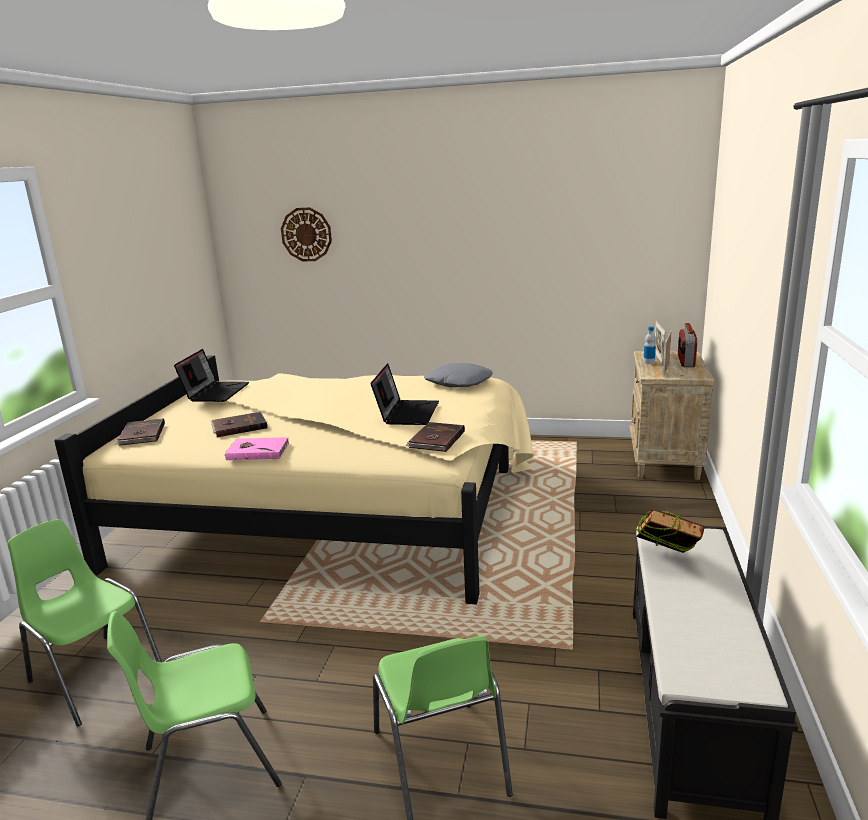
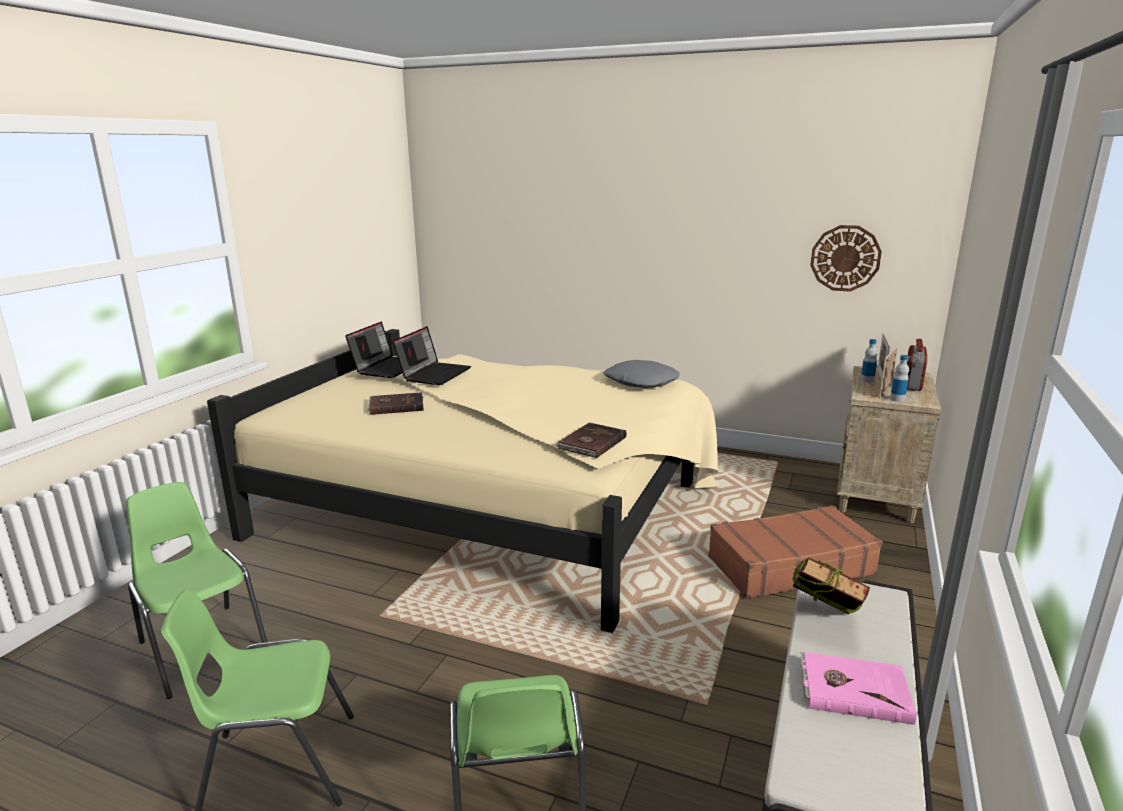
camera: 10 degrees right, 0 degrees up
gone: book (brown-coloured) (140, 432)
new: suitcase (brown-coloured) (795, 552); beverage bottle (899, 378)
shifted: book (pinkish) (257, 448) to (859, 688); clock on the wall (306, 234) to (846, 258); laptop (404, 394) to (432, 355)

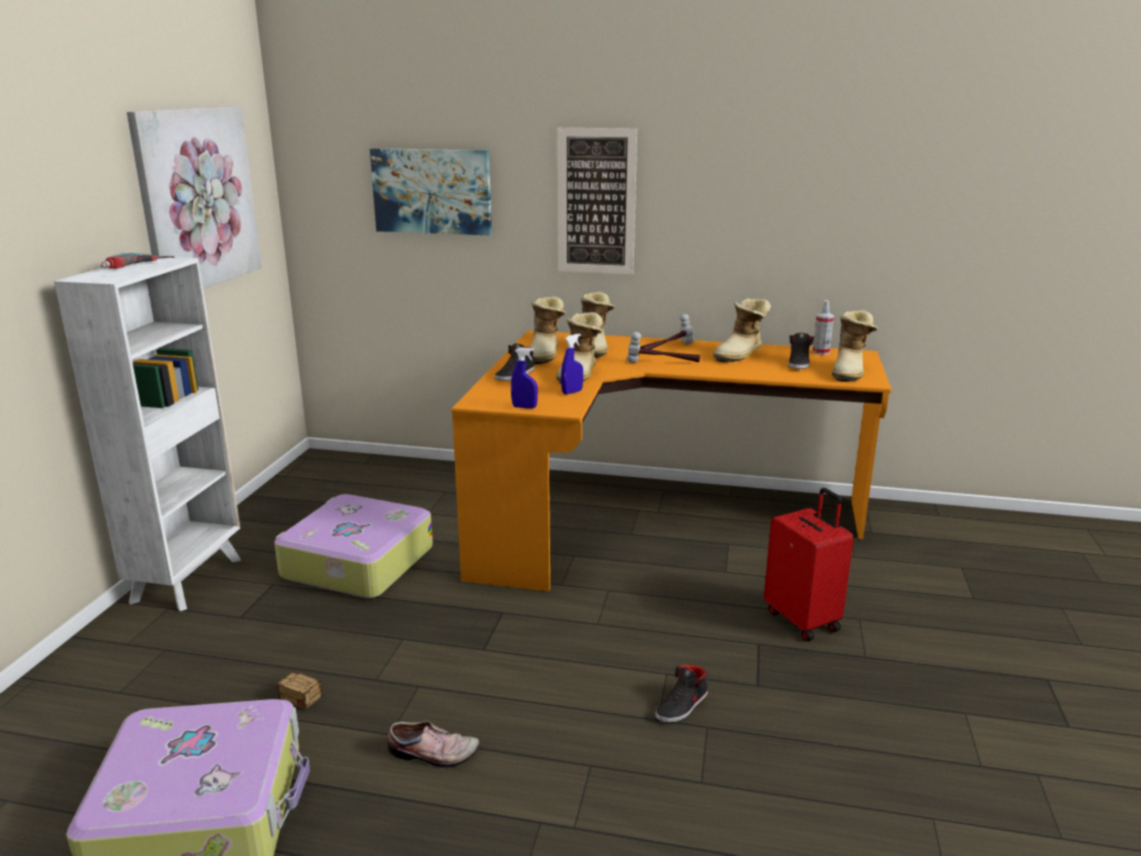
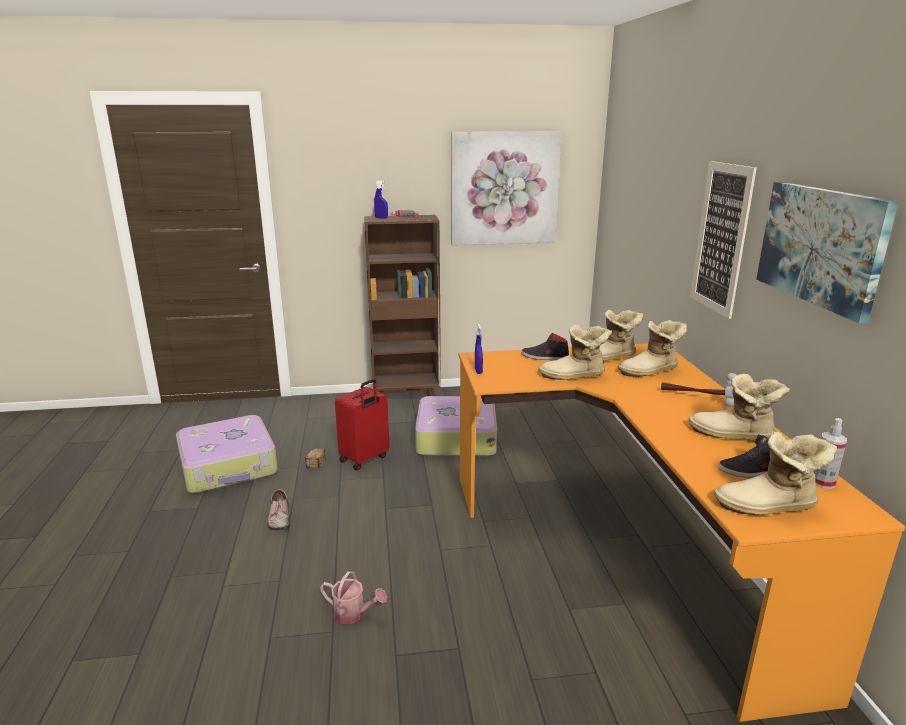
camera: 70 degrees right, 0 degrees up
gone: hand hammer (663, 347)
shifted: wall art (431, 191) to (827, 252); spray bottle (bluish) (572, 364) to (381, 200); suitcase (reddish) (809, 564) to (362, 424)
swapped: item of footwear (black) (681, 694) to sprinkling can (353, 597)
repainted: bookshelf (white-coloured) (147, 433) to bookshelf (brown-coloured) (402, 305)

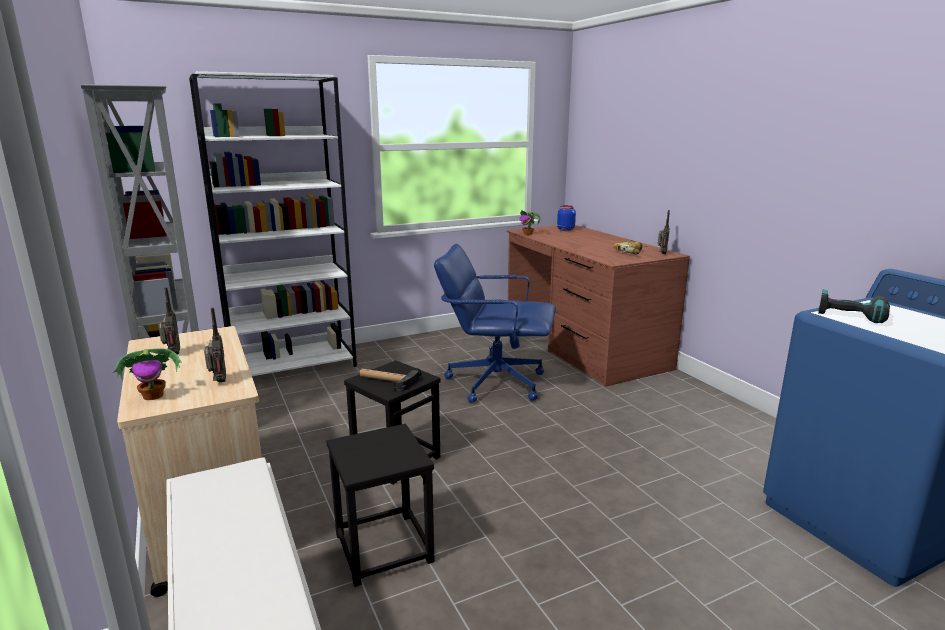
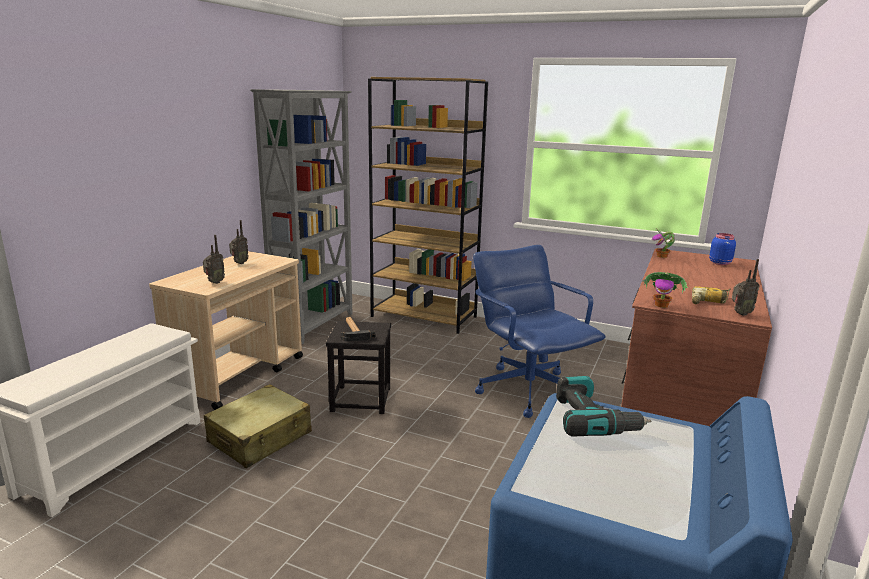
camera: 50 degrees right, 0 degrees up
shifted: potted plant (147, 374) to (665, 290)
swapped: stool seat (black) (380, 505) to suitcase (beige) (258, 426)
repainted: bookshelf (white-coloured) (273, 223) to bookshelf (brown-coloured) (428, 205)

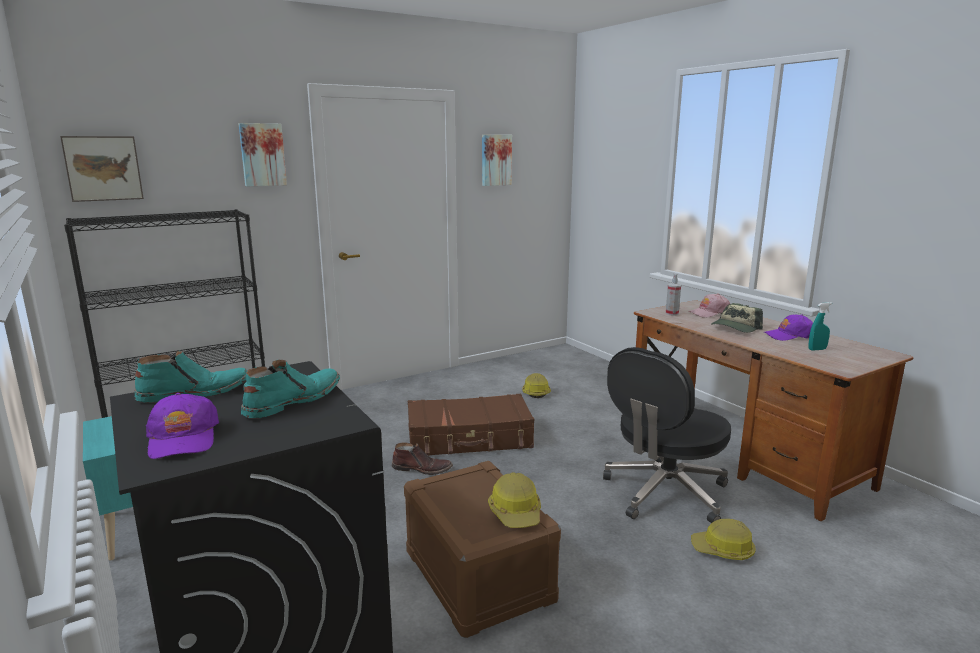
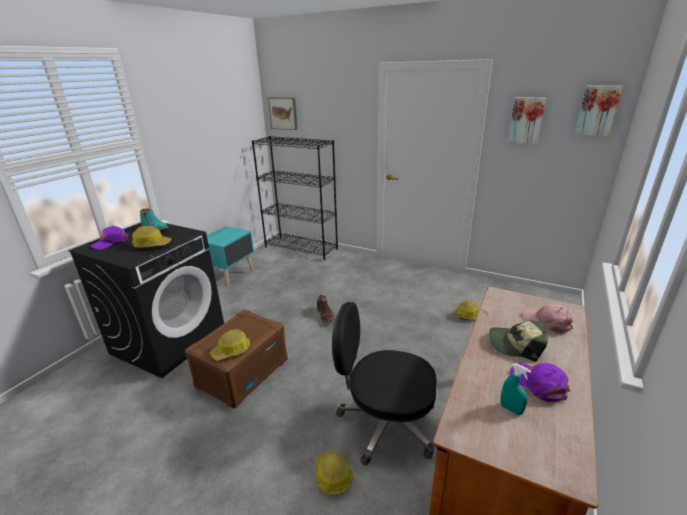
camera: 60 degrees right, 10 degrees up
gone: suitcase (brown-coloured) (471, 425); spray bottle (673, 294)
shifted: wall art (262, 154) to (599, 111)
swapped: tall boot (turquoise) (290, 389) to work helmet (152, 237)

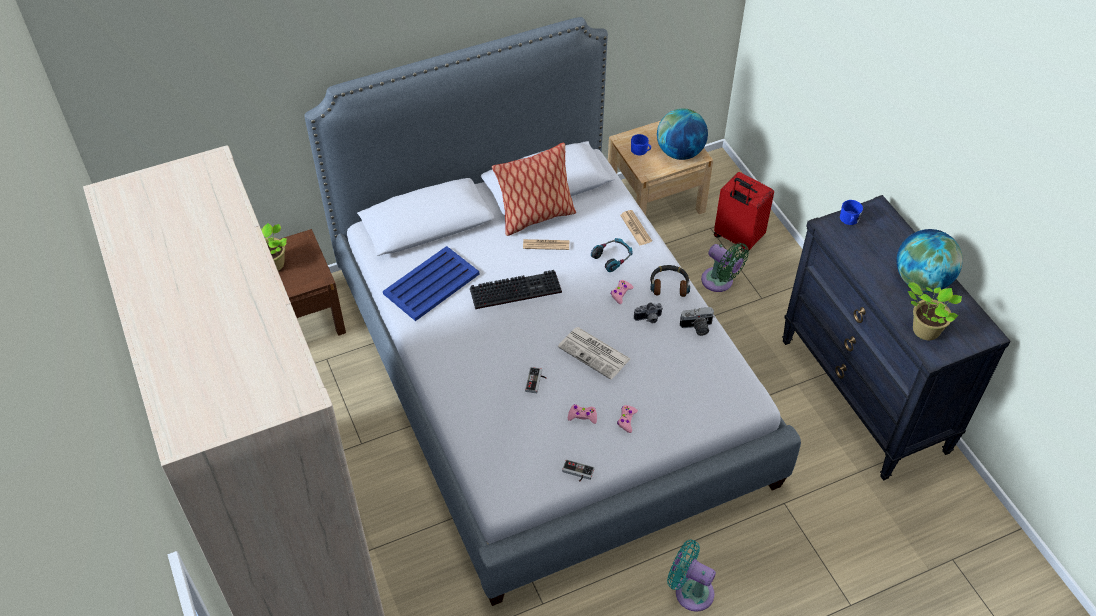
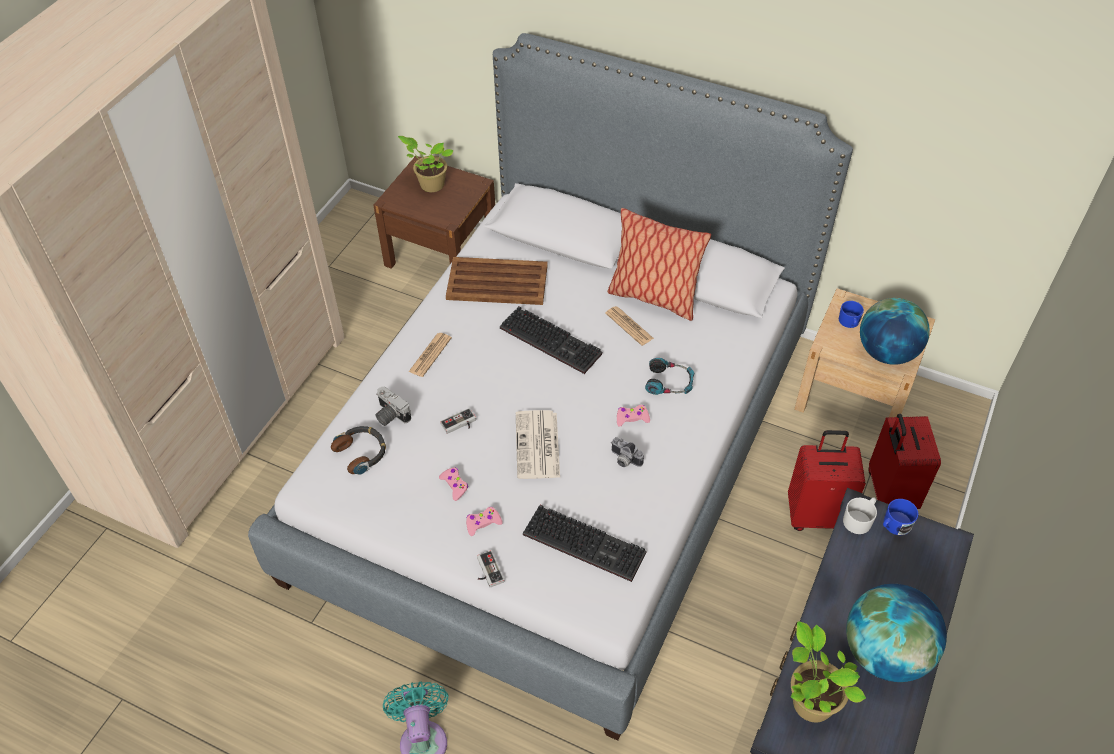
camera: 50 degrees right, 0 degrees up
new: PC keyboard (585, 543); tea mug (white-coloured) (860, 515)
shifted: gamepad (578, 470) to (490, 568); newspaper (636, 228) to (430, 355); pair of headphones (670, 281) to (358, 450); photo camera (697, 321) to (393, 406)
swapped: cooling fan (greenish) (725, 267) to suitcase (reddish) (827, 480)
repainted: carrying tray (bluish) (431, 283) to carrying tray (brown-coloured) (497, 281)

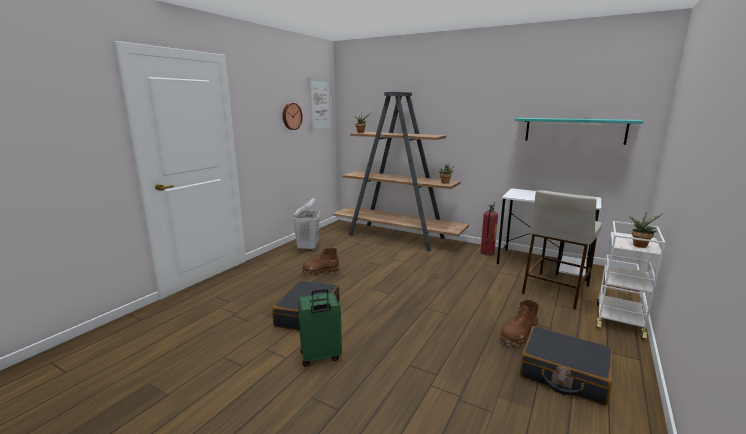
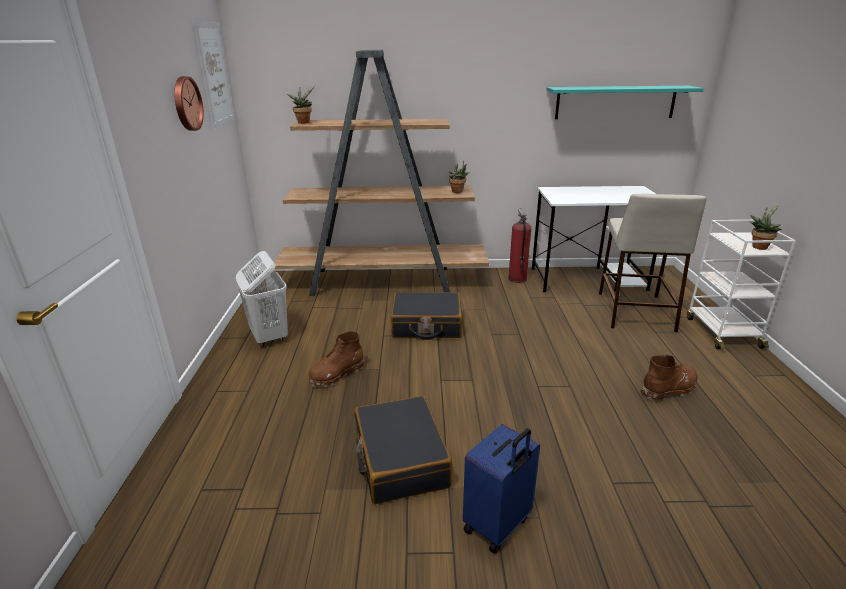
camera: 30 degrees left, 10 degrees up
shifted: suitcase (black) (566, 366) to (426, 316)
repainted: suitcase (greenish) (320, 328) to suitcase (bluish) (501, 489)
rotated: tall boot (brown-coloured) (520, 323) = (668, 377) 135 degrees counterclockwise

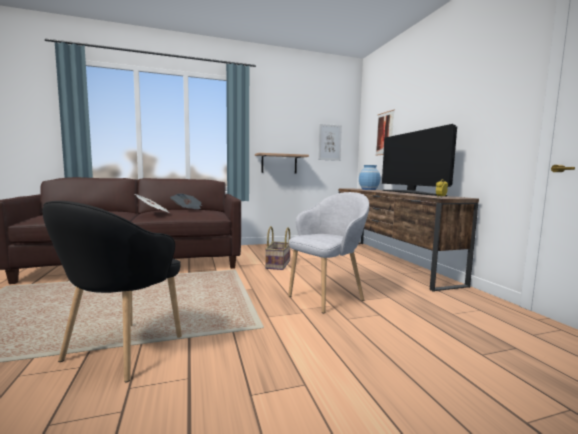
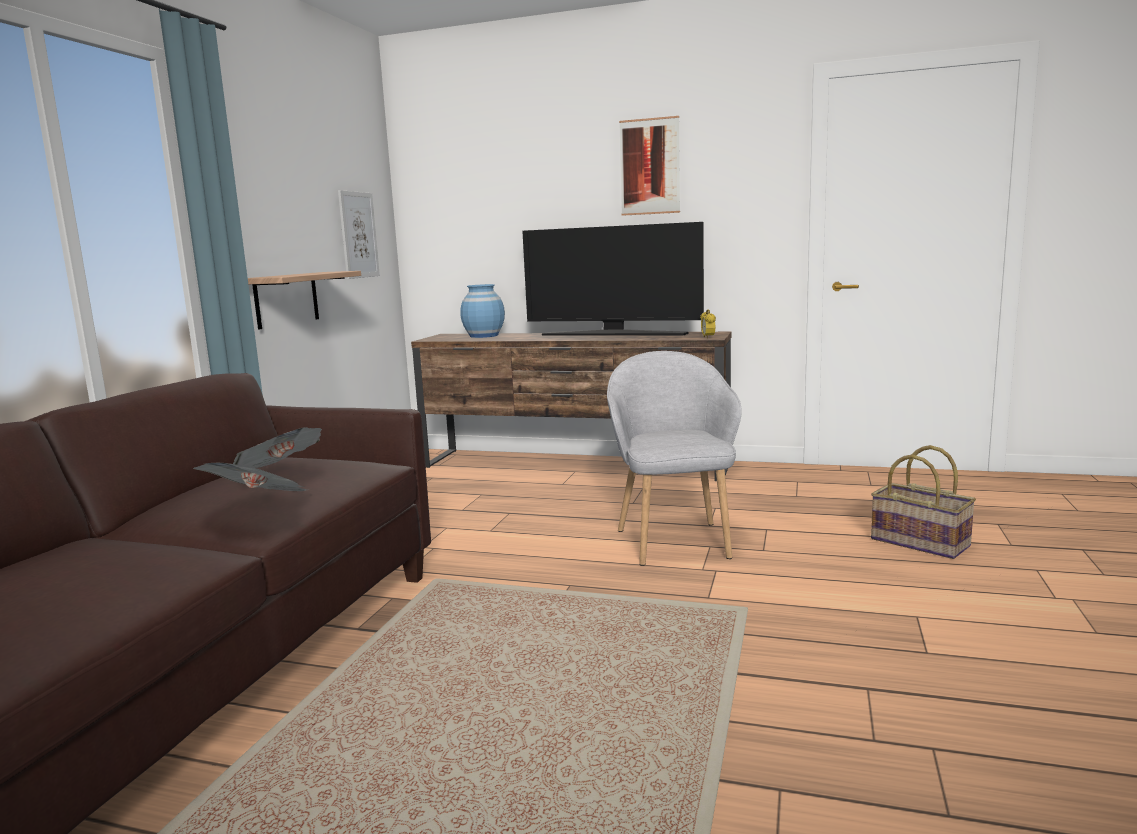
camera: 55 degrees left, 5 degrees up
gone: lounge chair (black) (112, 291)
shifted: storage basket (277, 248) to (923, 502); wall art (385, 133) to (649, 166)

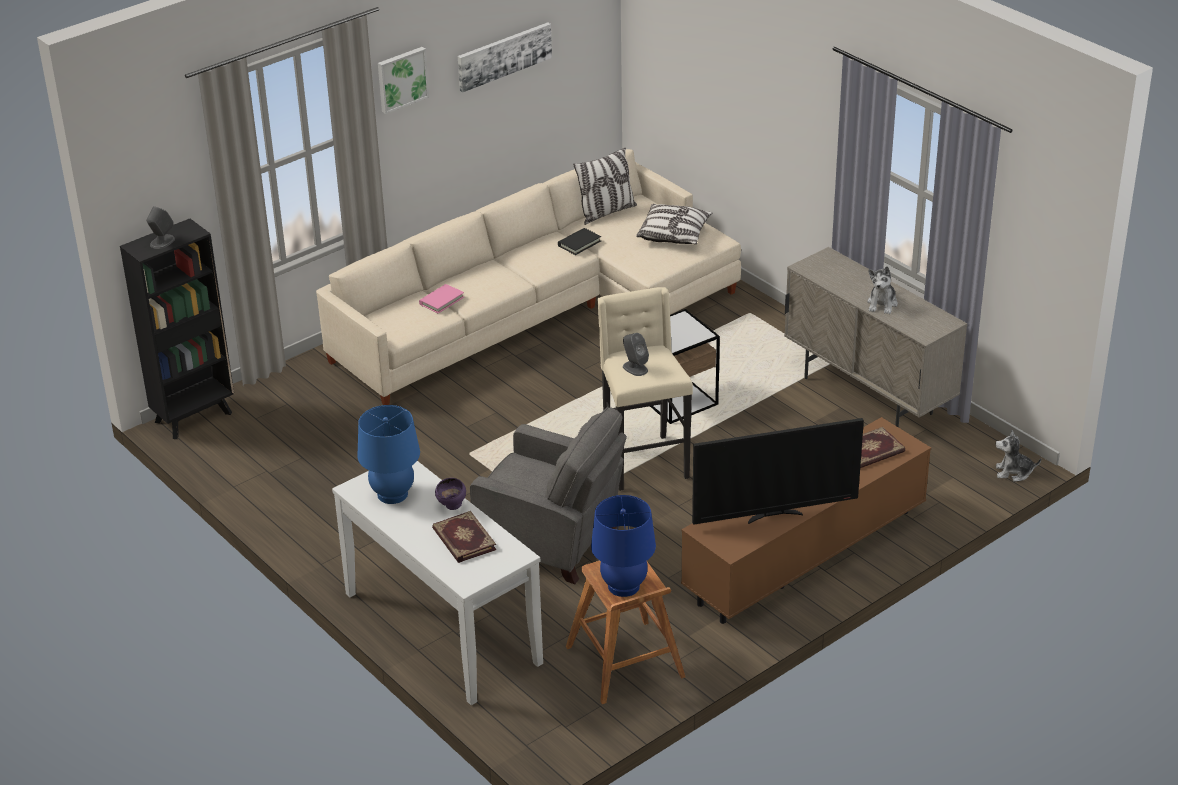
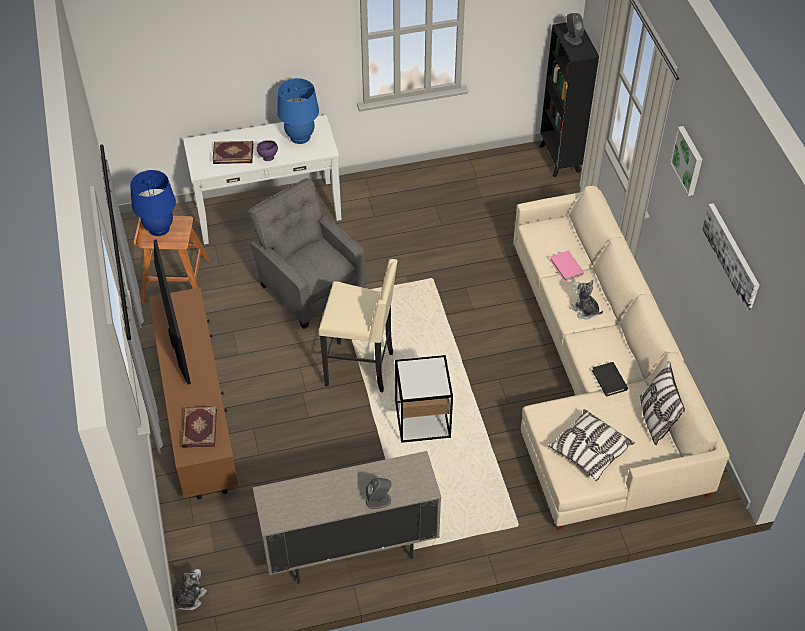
camera: 115 degrees right, 15 degrees up
shifted: audio speaker (grey) (636, 354) to (379, 493); soft toy (882, 290) to (586, 299)
rotated: lounge chair (grey) (548, 495) = (306, 253) 90 degrees clockwise; TV set (778, 471) = (172, 312) 150 degrees clockwise

